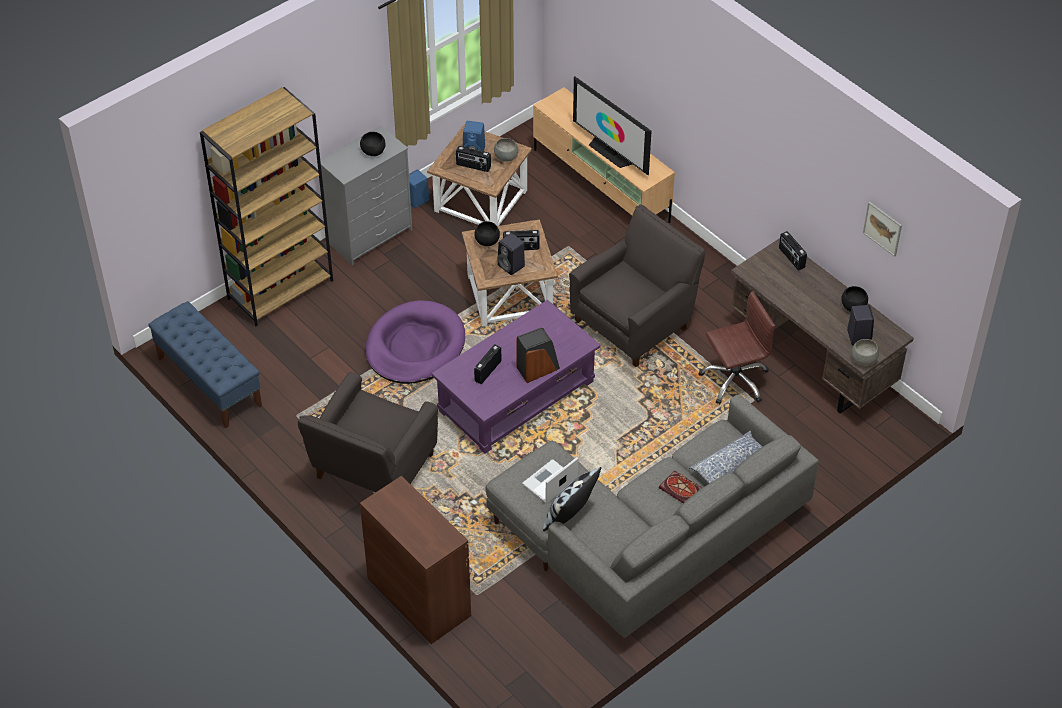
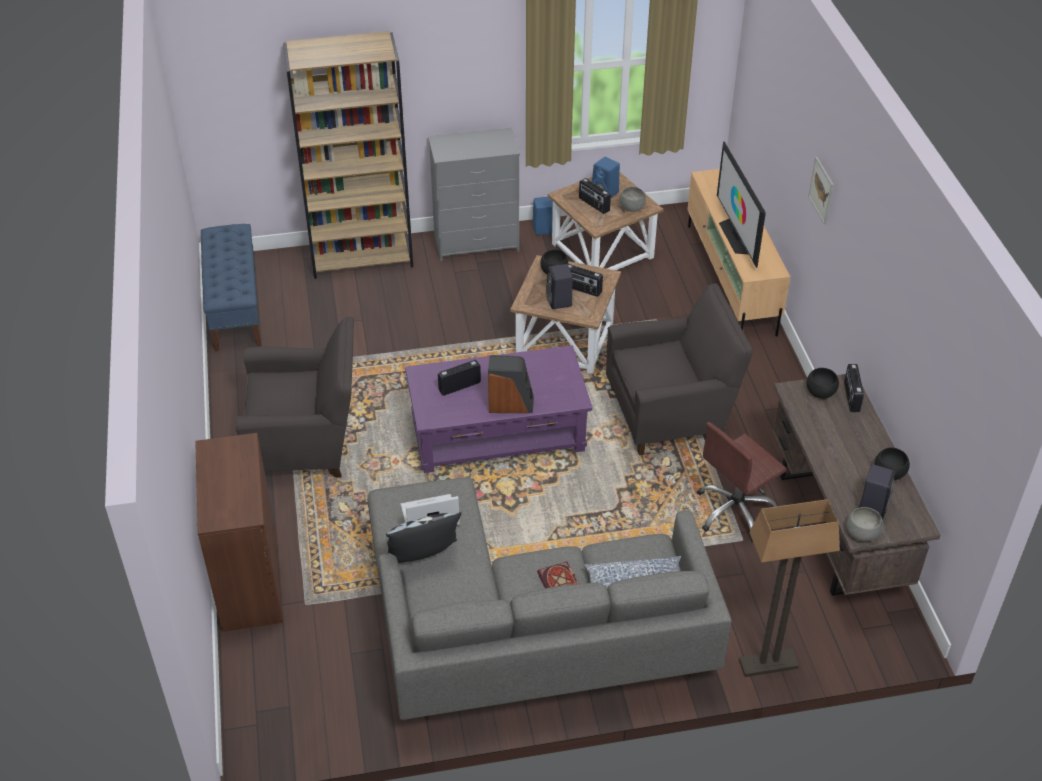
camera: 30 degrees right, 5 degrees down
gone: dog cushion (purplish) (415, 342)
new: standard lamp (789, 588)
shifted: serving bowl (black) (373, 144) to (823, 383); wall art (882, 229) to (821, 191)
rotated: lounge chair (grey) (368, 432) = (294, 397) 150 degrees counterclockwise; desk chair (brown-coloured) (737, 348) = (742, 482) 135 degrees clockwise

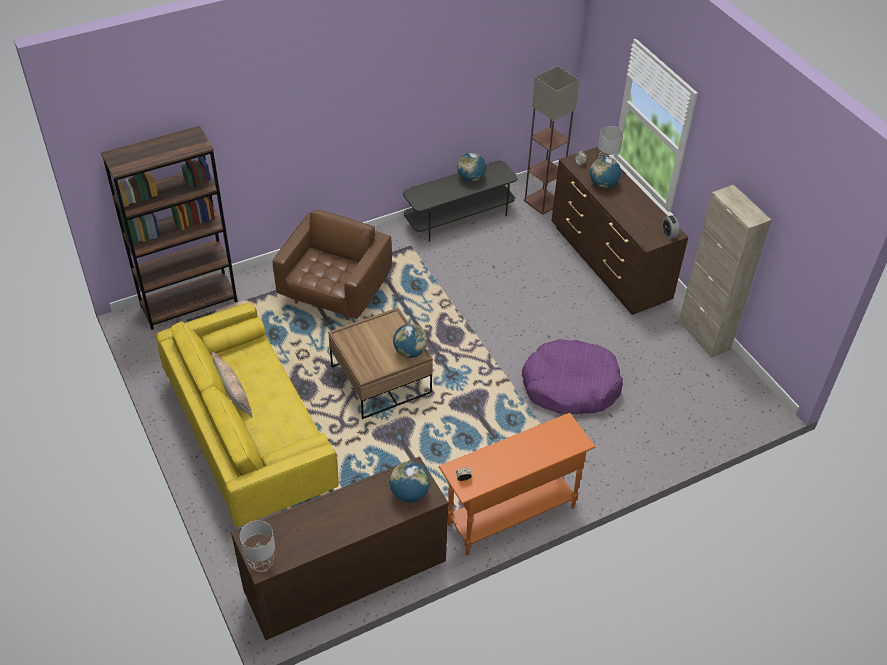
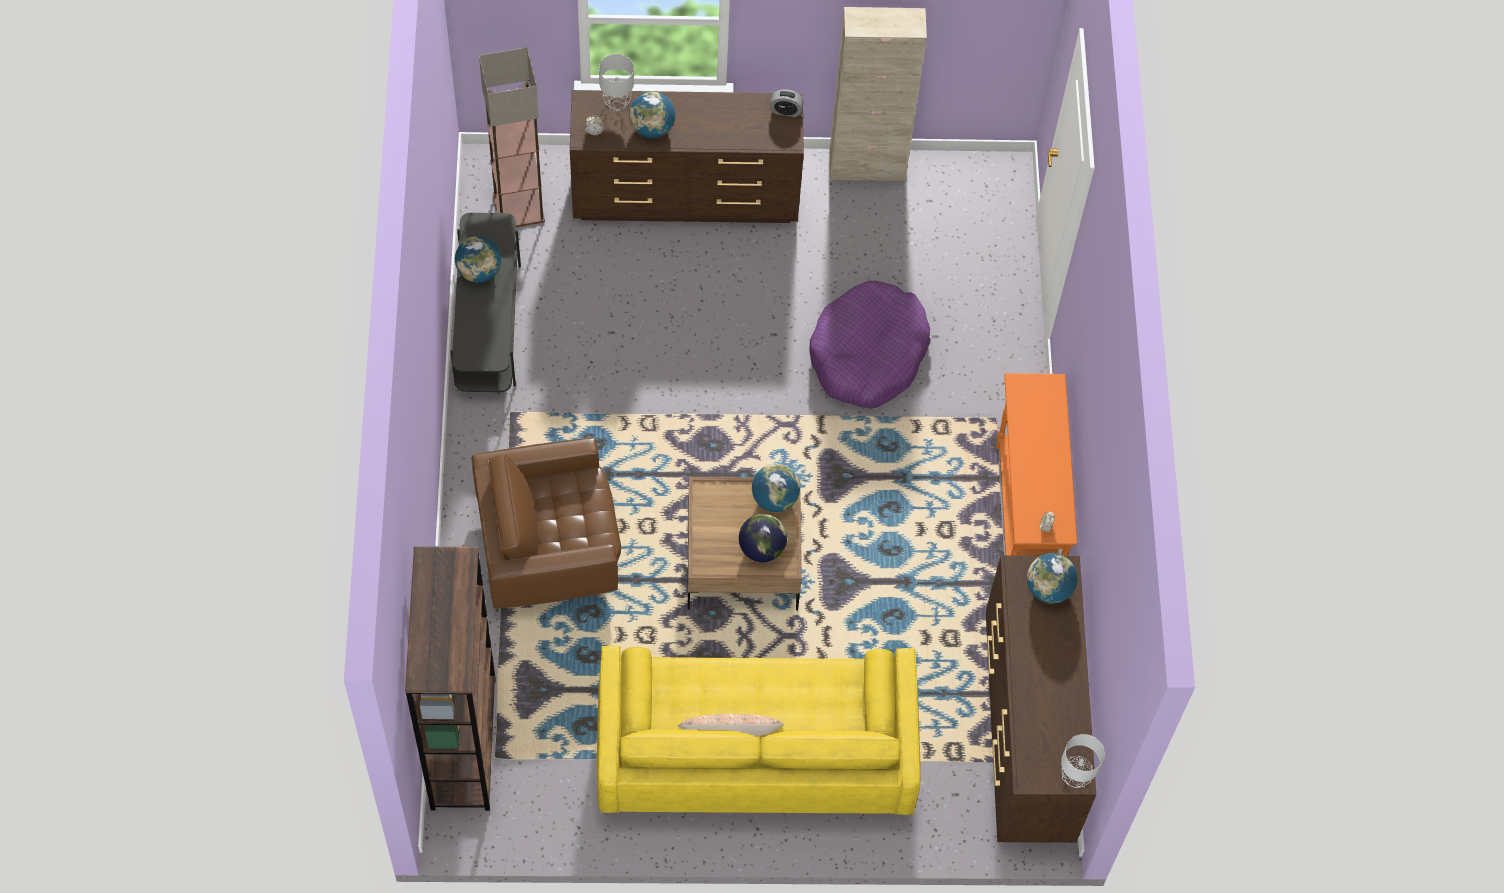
camera: 65 degrees left, 15 degrees up
new: world globe (763, 538)
rotated: lounge chair (brown-coloured) (332, 265) = (546, 523) 60 degrees counterclockwise

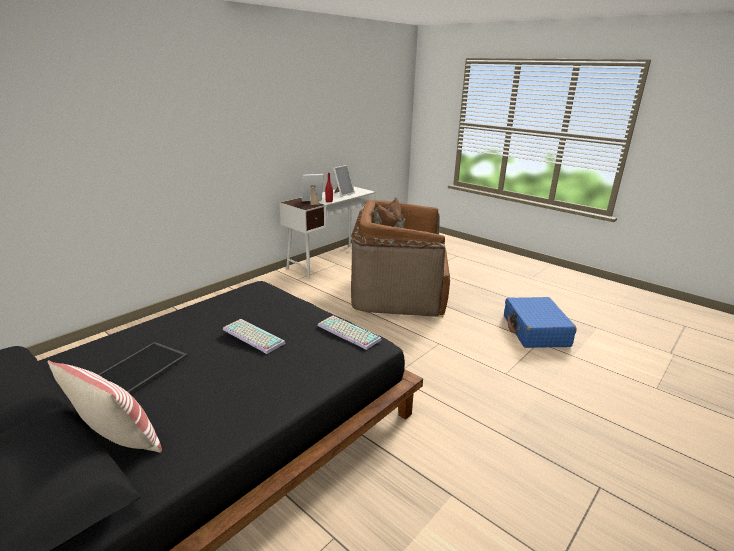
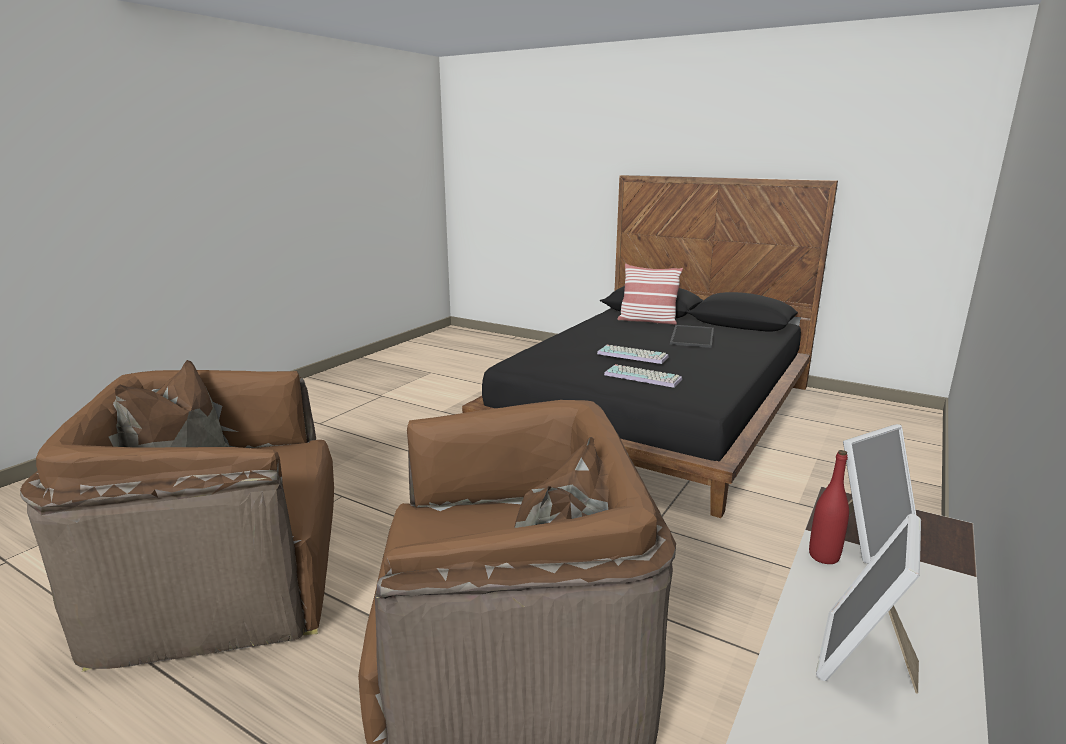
camera: 170 degrees right, 5 degrees down
shifted: PC keyboard (349, 333) to (643, 376)
swapped: suitcase (bluish) (540, 322) to lounge chair (brown-coloured) (177, 516)

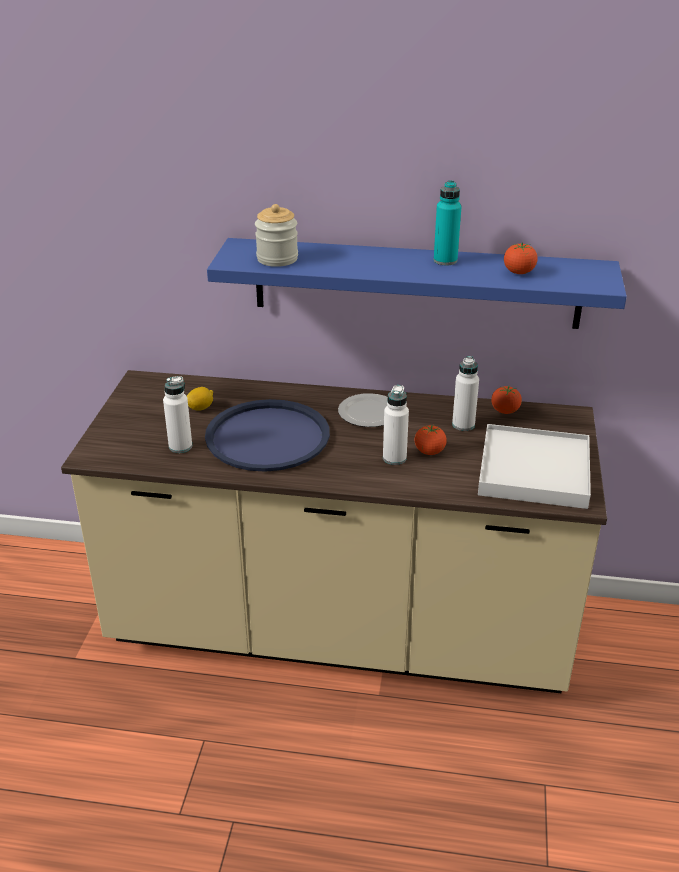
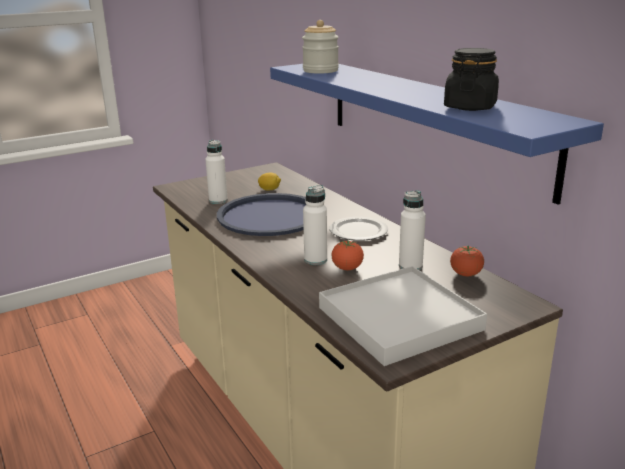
camera: 50 degrees right, 10 degrees down
gone: beverage bottle (turquoise) (448, 223)
swapped: tomato (521, 258) to preserve jar (black) (471, 79)

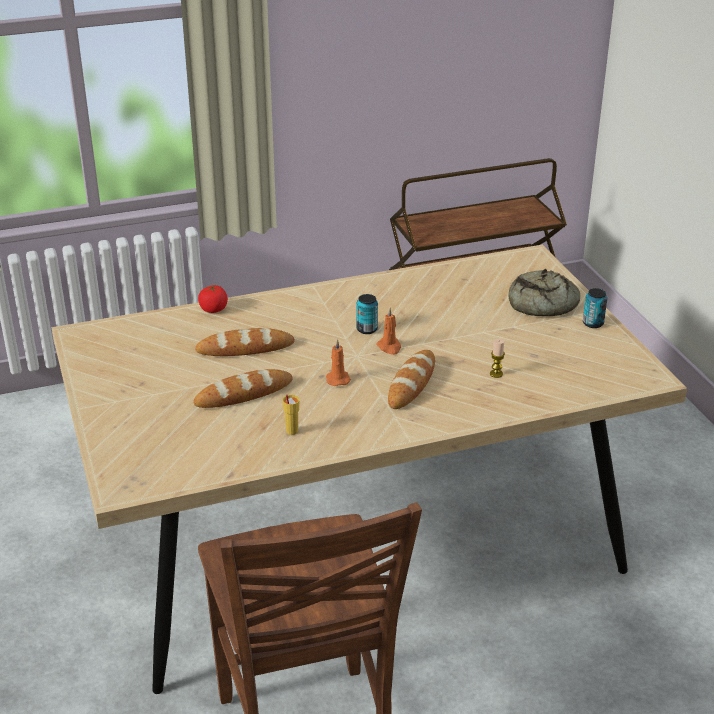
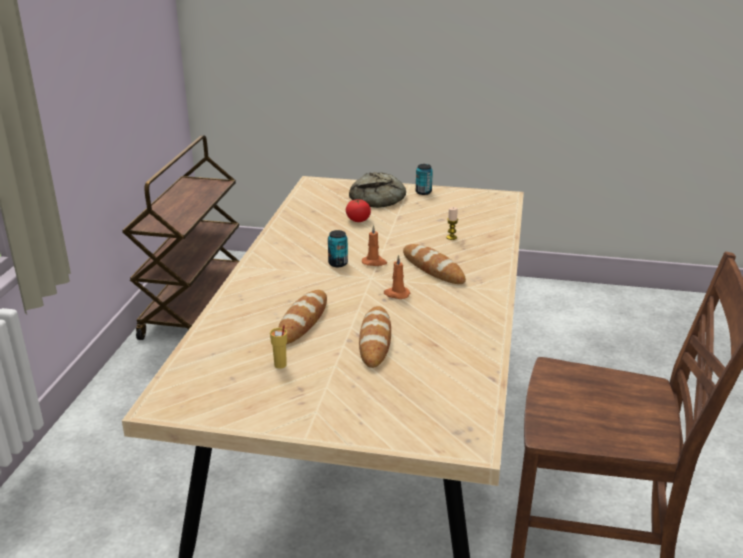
camera: 60 degrees left, 5 degrees down
shifted: tomato (213, 299) to (358, 210); cup (yellowish) (291, 415) to (278, 347)

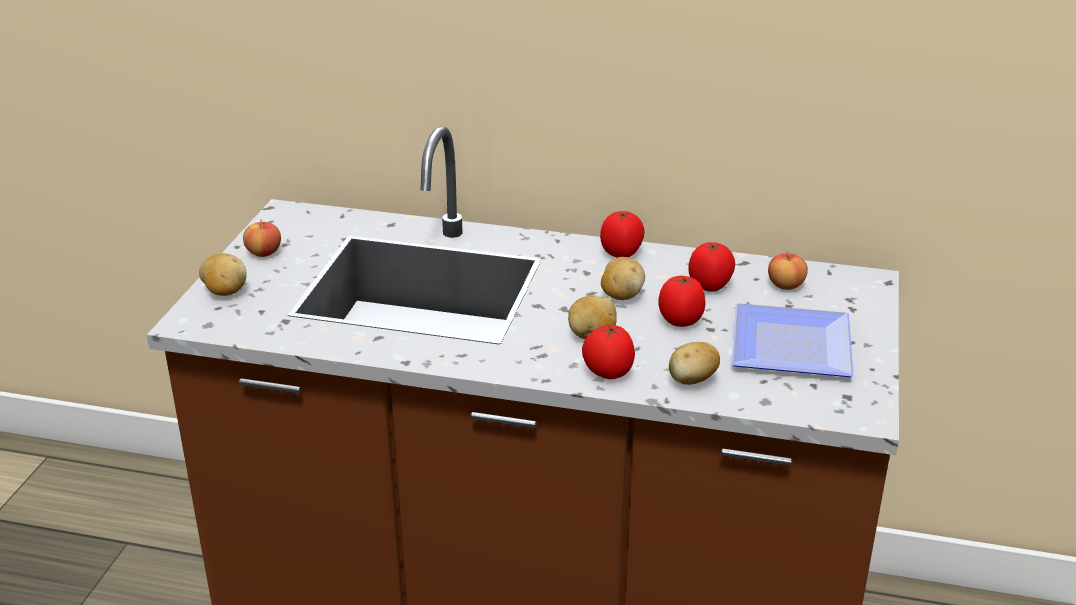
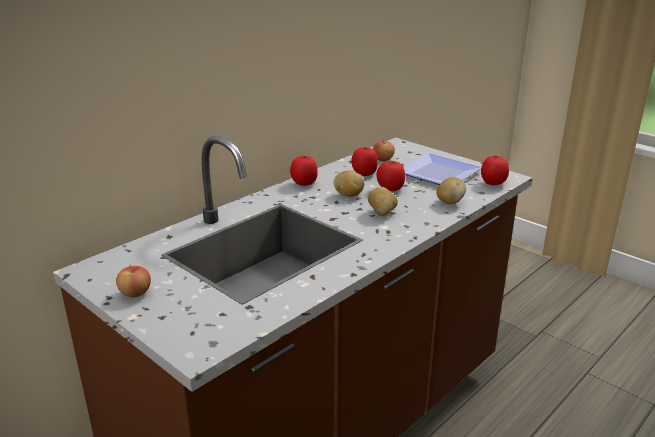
camera: 60 degrees left, 5 degrees down
gone: whole potato (223, 274)
shifted: tomato (608, 351) to (495, 170)

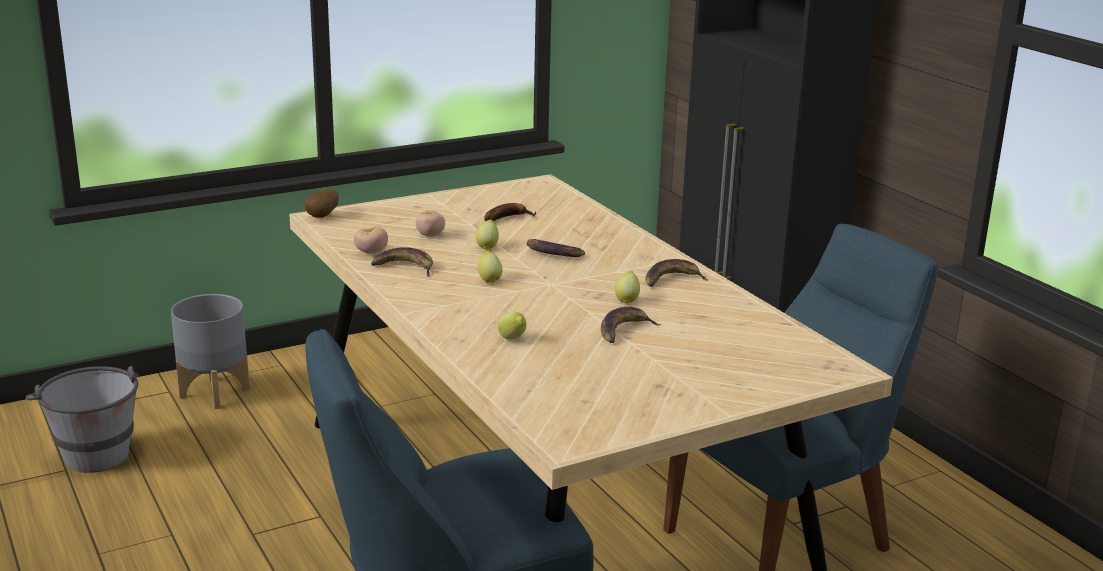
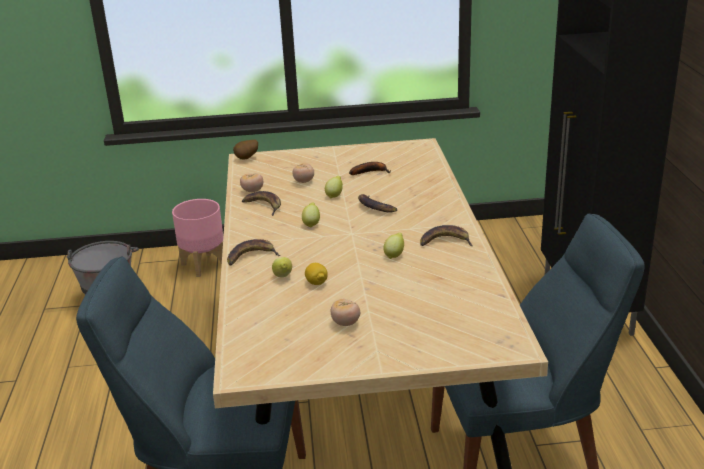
camera: 25 degrees right, 5 degrees up
new: lemon (316, 274); tomato (345, 312)
shifted: whole banana (631, 325) to (254, 252)
repainted: plant pot (grey) (210, 351) to plant pot (pinkish) (197, 238)

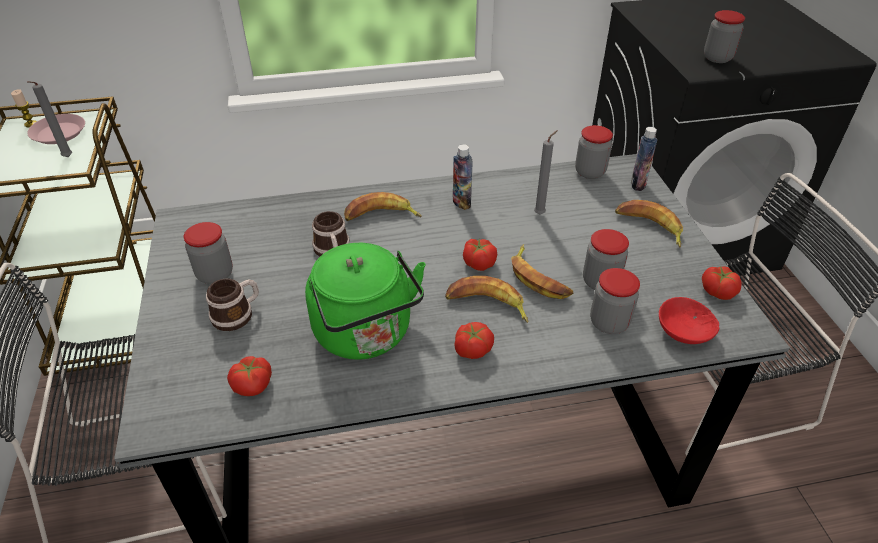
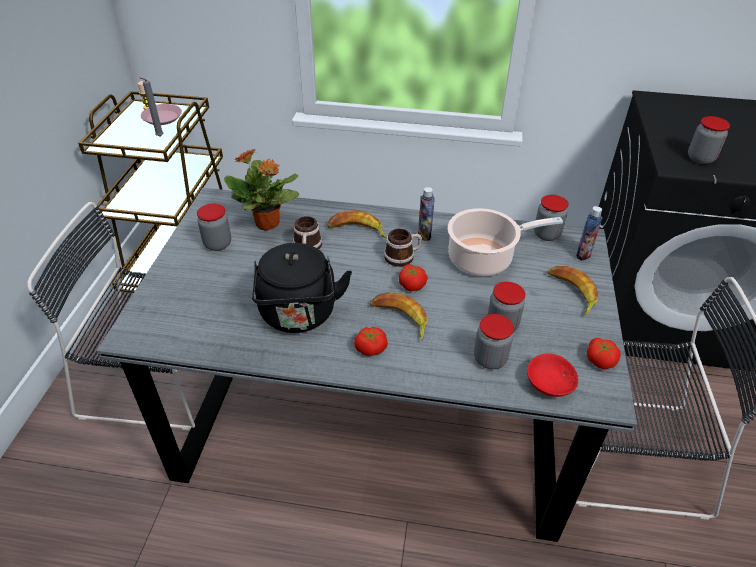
camera: 20 degrees right, 0 degrees up
gone: tomato (249, 376); whole banana (542, 271)
new: potted plant (261, 190)
shifted: tea mug (232, 304) to (403, 248)
swapped: candle (grey) (546, 172) to stockpot (505, 242)
repainted: tea kettle (greenish) (365, 301) to tea kettle (black) (302, 288)

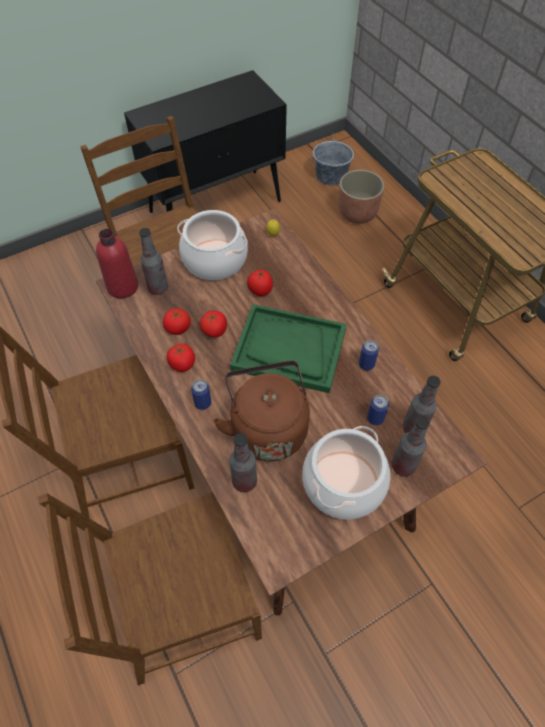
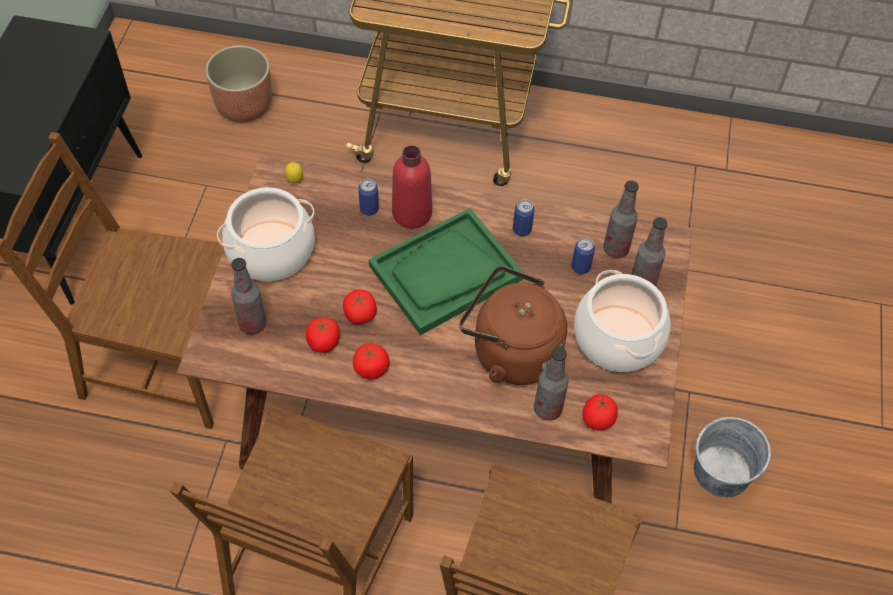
camera: 50 degrees left, 0 degrees up
shifted: beverage bottle (reddish) (117, 264) to (412, 186); sealed can (201, 394) to (368, 197); tomato (260, 282) to (600, 412); bucket (grey) (333, 158) to (732, 457)

